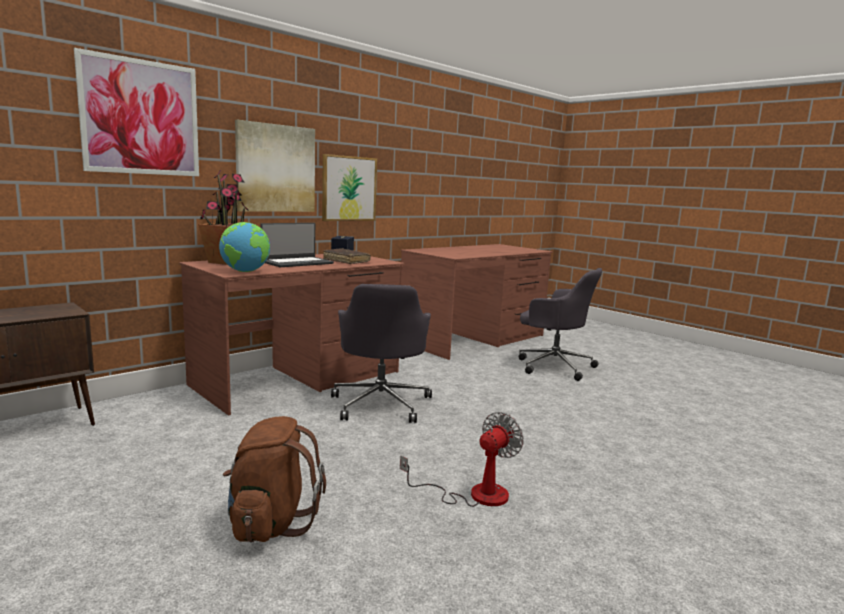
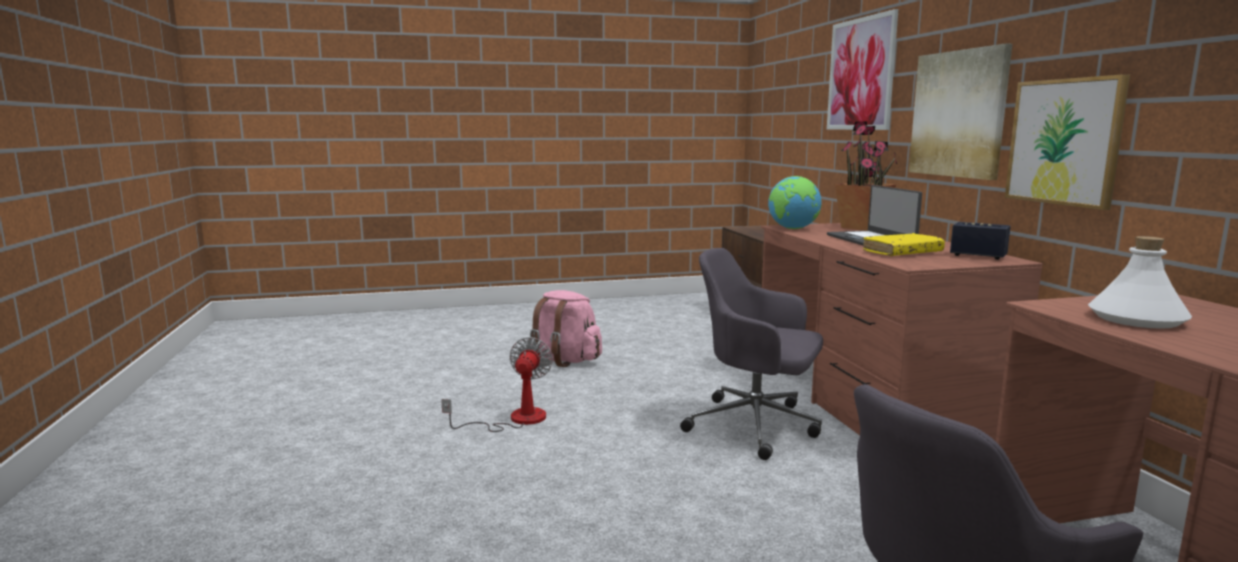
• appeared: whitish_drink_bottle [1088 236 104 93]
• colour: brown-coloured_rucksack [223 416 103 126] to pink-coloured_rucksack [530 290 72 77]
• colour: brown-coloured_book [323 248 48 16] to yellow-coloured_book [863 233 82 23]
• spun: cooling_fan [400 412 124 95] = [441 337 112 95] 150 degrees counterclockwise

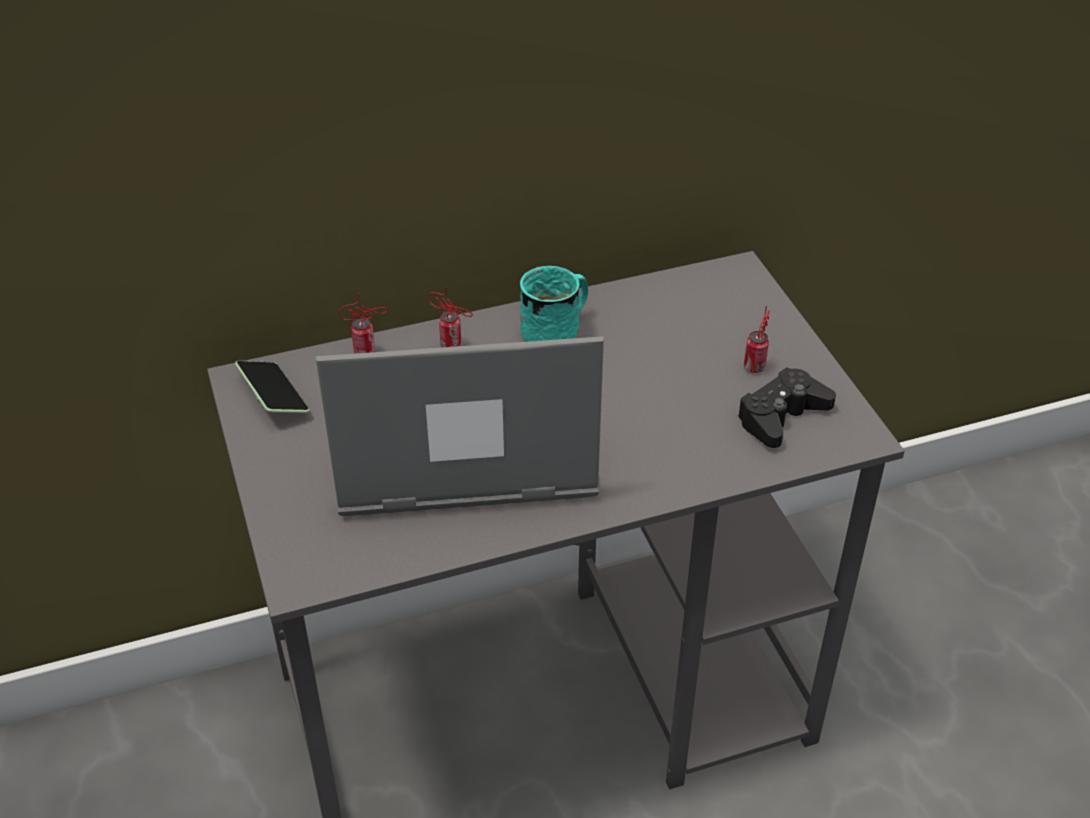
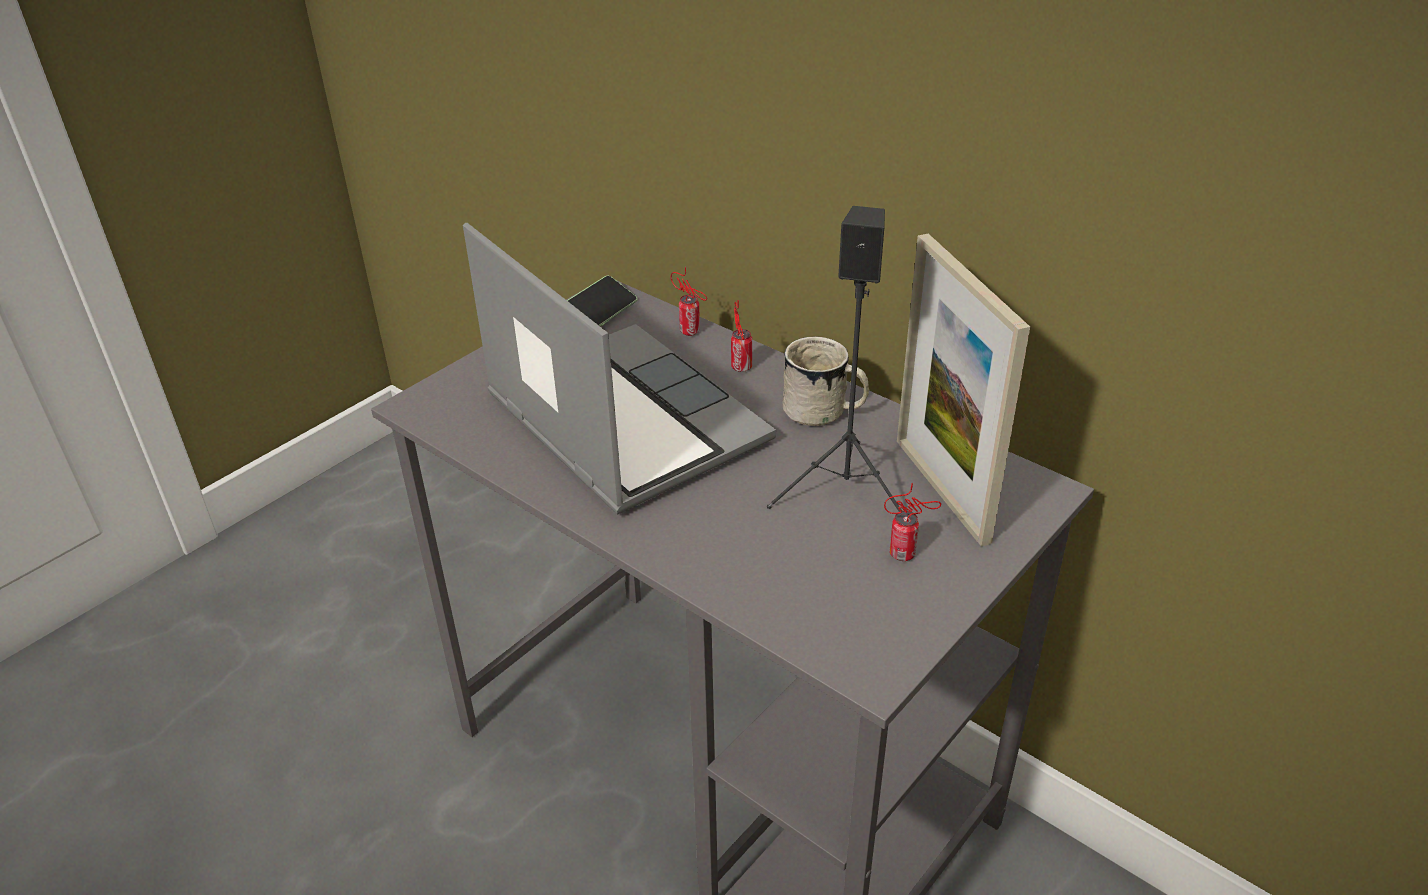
• missing: black-coloured_game_controller [737 367 99 81]
• appeared: black-coloured_speaker [767 206 135 306]
• appeared: photo_frame [897 233 133 314]
• colour: blue-green_mug [519 266 69 76] to whitish_mug [782 336 87 90]

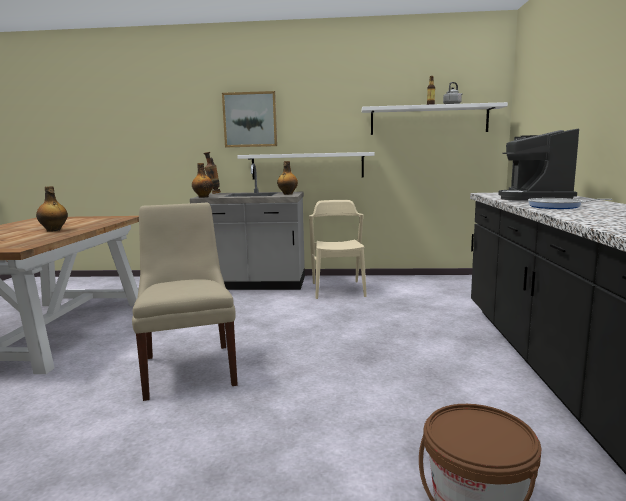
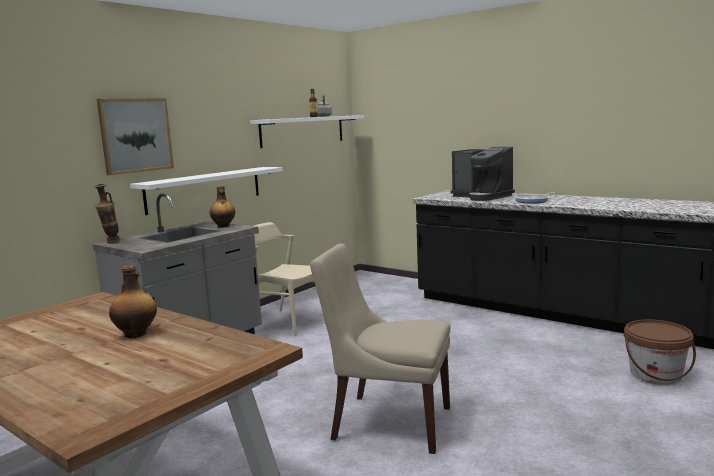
• missing: drink_bottle [192 163 21 35]

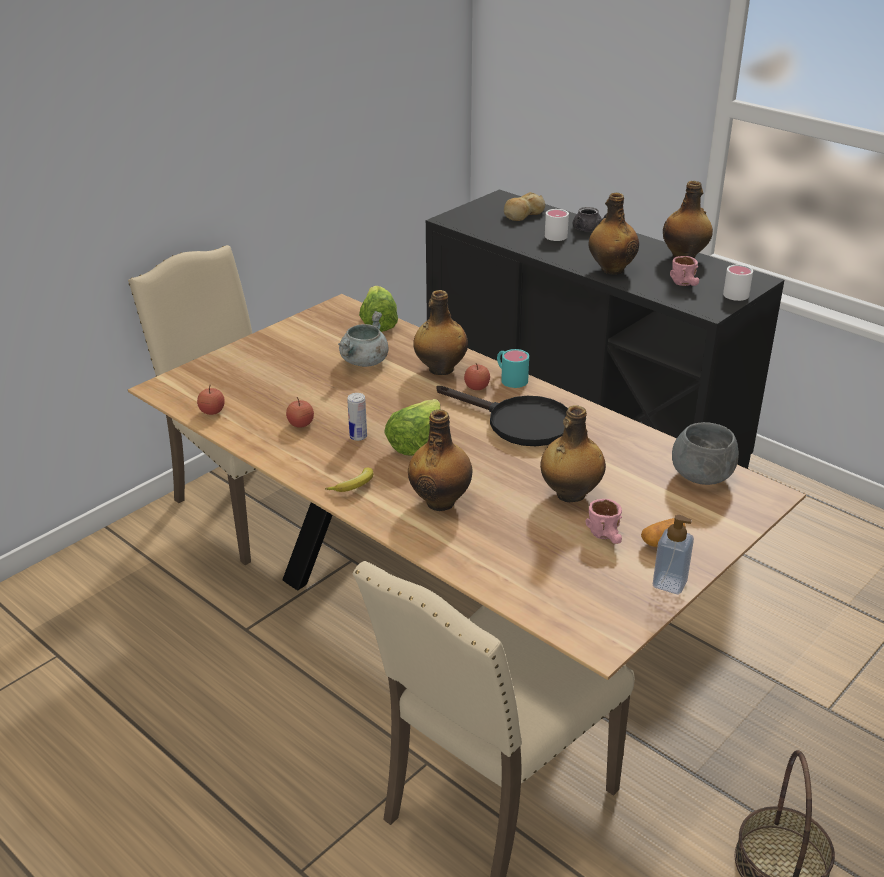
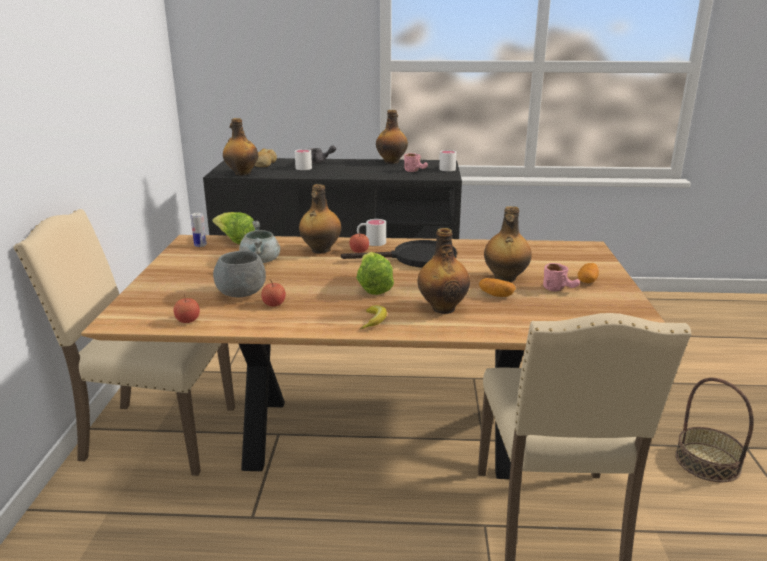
• missing: soap_dispenser [653 515 41 79]
• appeared: potato [479 278 37 19]
• relocated: can [347 393 20 48] to [191 213 16 34]
• relocated: drink_bottle [589 193 50 82] to [223 118 35 58]
• relocated: gray_bowl [672 422 67 63] to [213 251 53 46]
• colour: blue-green_mug [497 349 32 39] to whitish_mug [357 219 29 27]

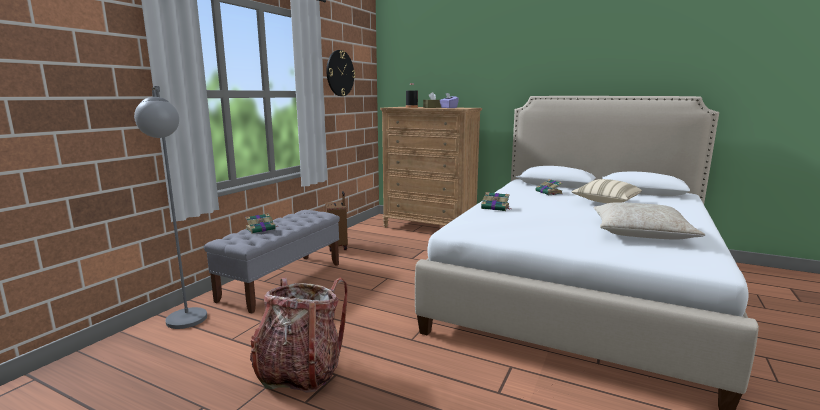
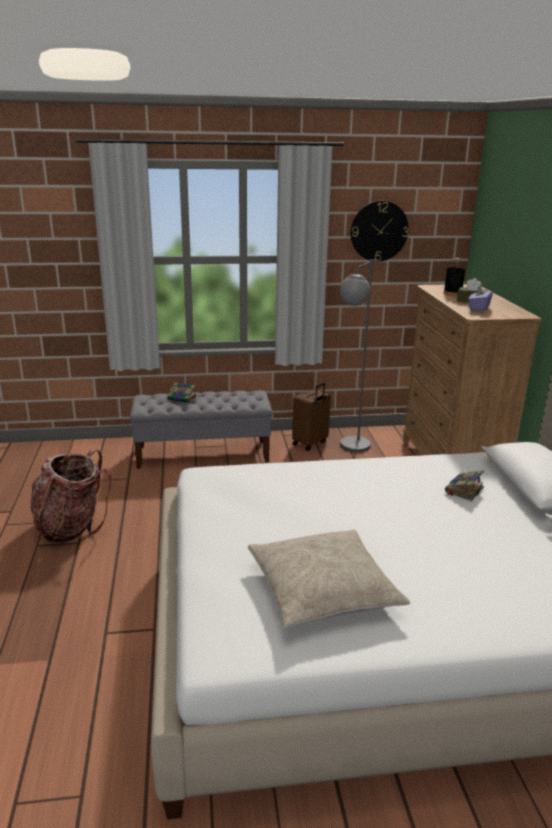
• missing: book [481 192 30 19]
• missing: beige-coloured_cushion [572 179 70 24]
• relocated: gray_floor_lamp [134 86 73 243] to [340 259 37 193]

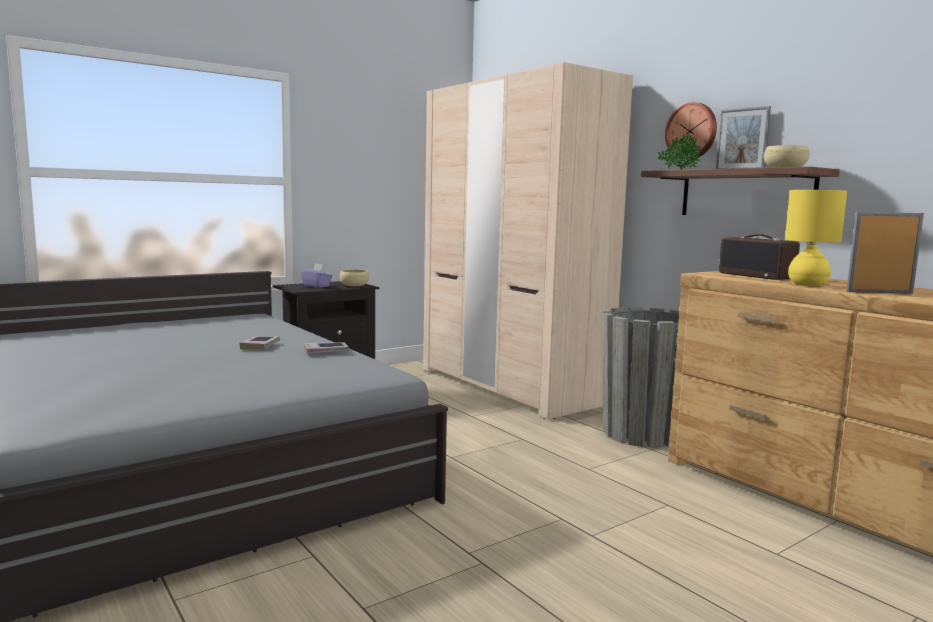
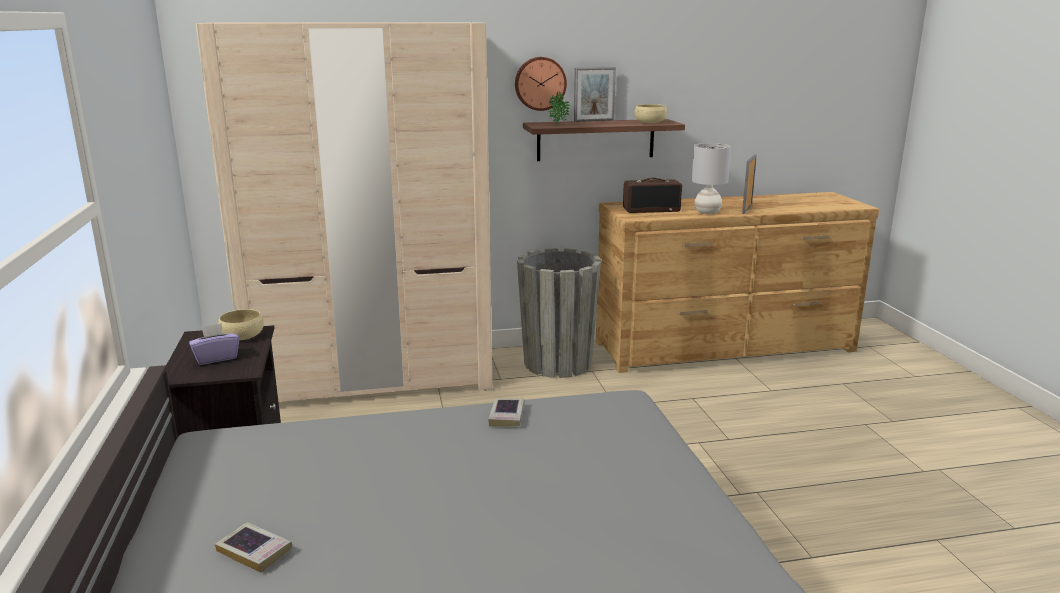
• relocated: book [240 336 40 14] to [215 522 77 51]
• colour: yellow-coloured_tabletop_lamp [785 190 62 96] to gray_tabletop_lamp [692 143 39 71]

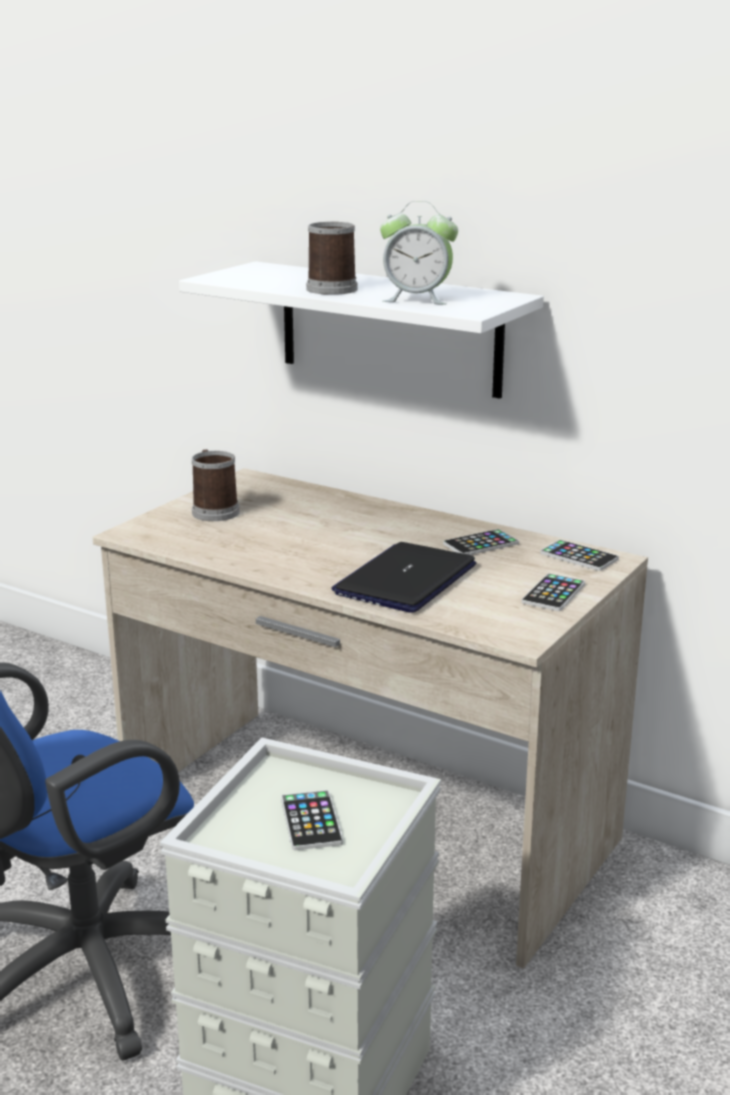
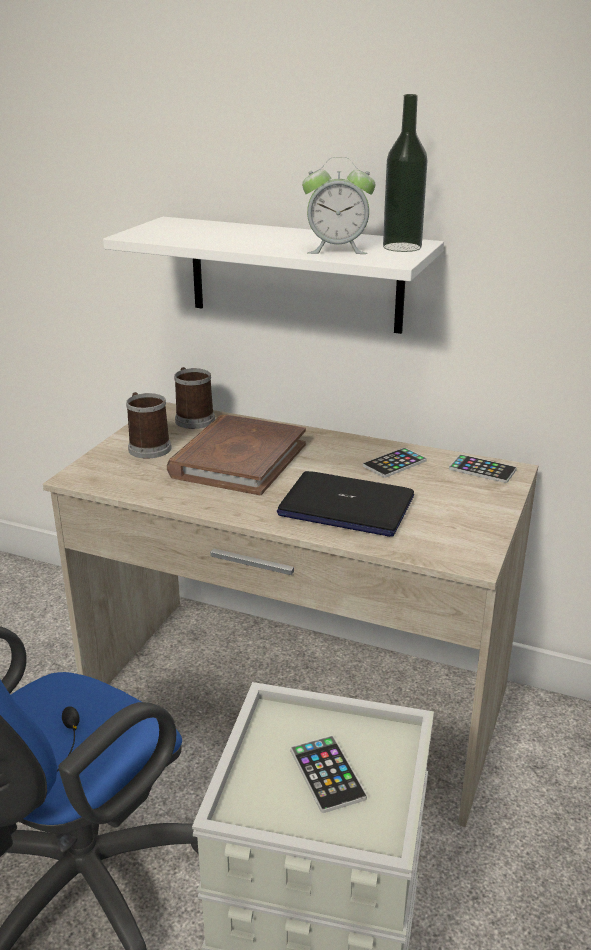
• missing: handset [521 573 64 38]
• appeared: brown-coloured_book [166 415 140 80]
• appeared: drink_bottle [383 94 44 158]
• relocated: mug [306 222 52 73] to [174 367 41 62]
• spun: laptop [332 542 144 71] = [277 471 137 66] 90 degrees counterclockwise

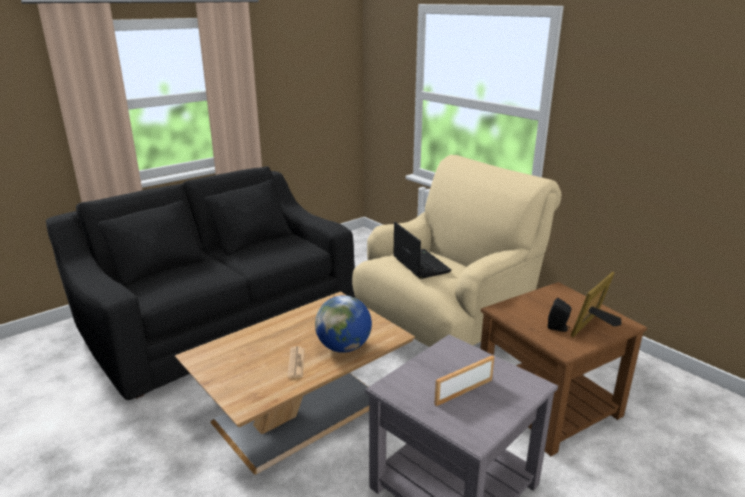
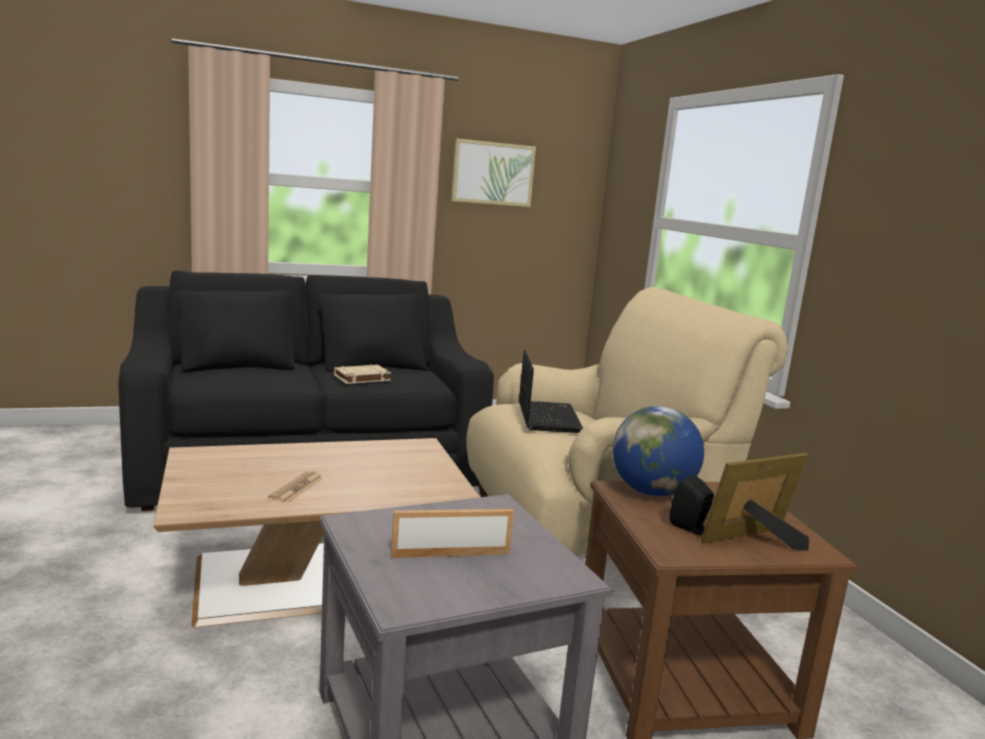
• appeared: beige-coloured_book [334 365 57 19]
• appeared: wall_art [451 138 85 69]
• relocated: globe [315 295 57 58] to [612 406 92 90]

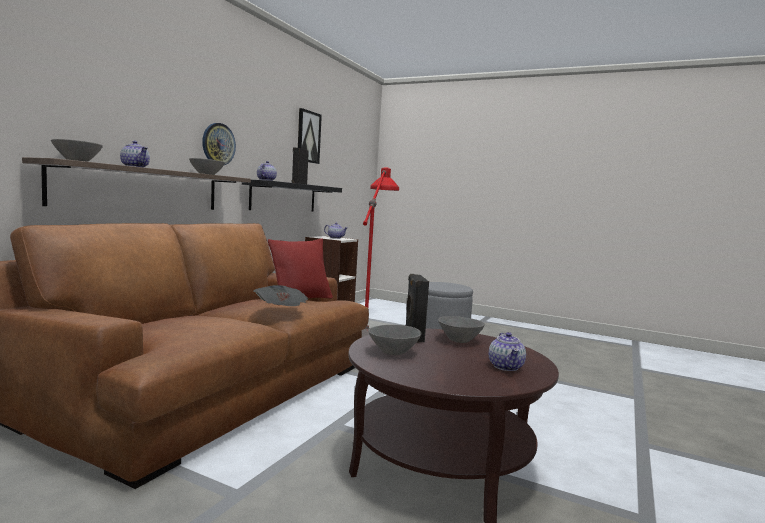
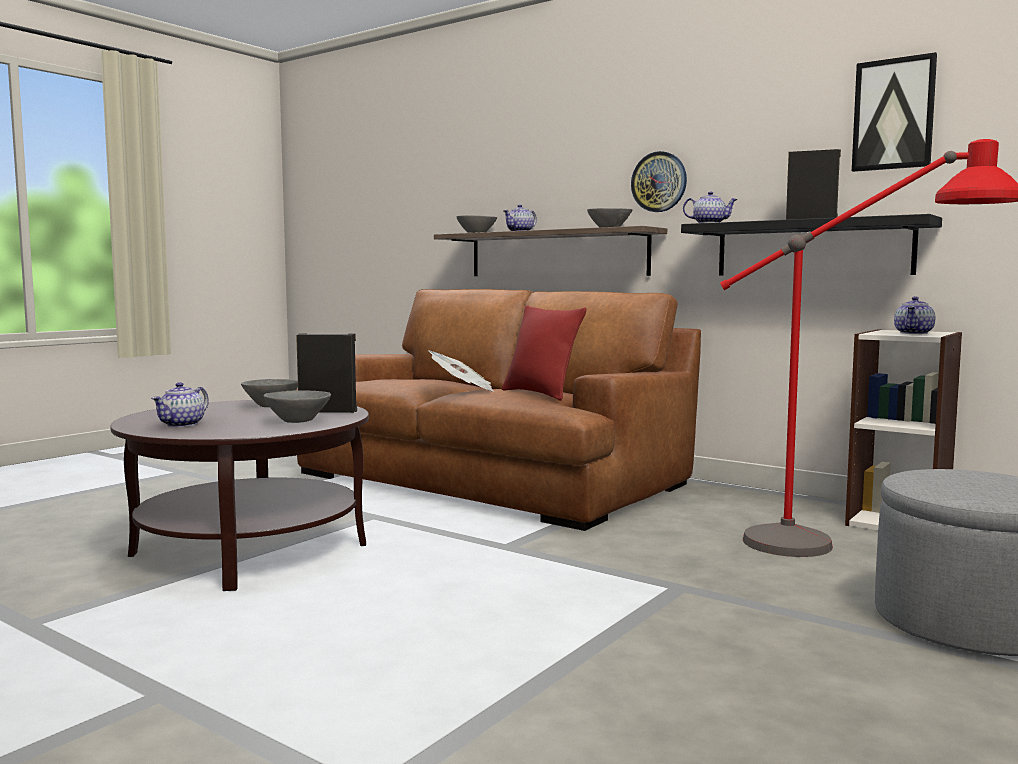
• spun: teapot [489 332 37 39] = [151 382 58 45] 75 degrees counterclockwise

